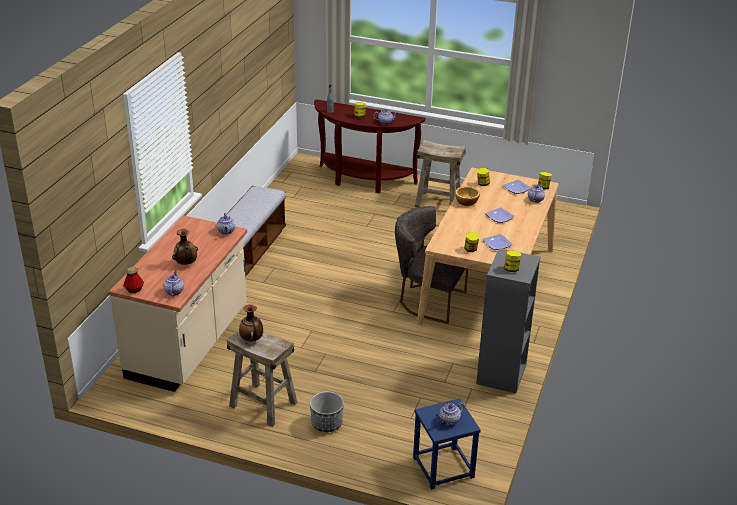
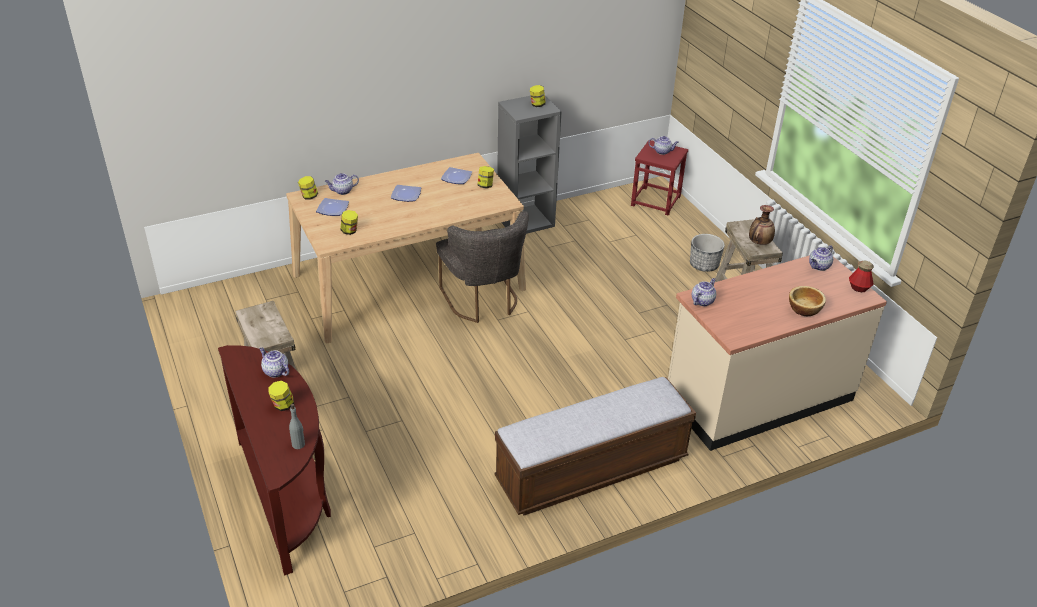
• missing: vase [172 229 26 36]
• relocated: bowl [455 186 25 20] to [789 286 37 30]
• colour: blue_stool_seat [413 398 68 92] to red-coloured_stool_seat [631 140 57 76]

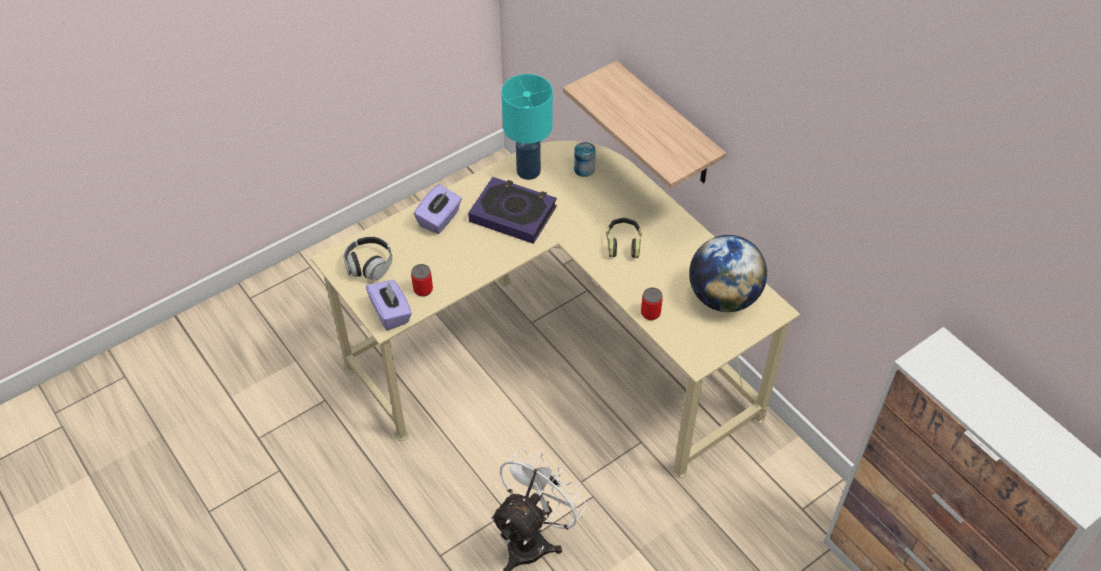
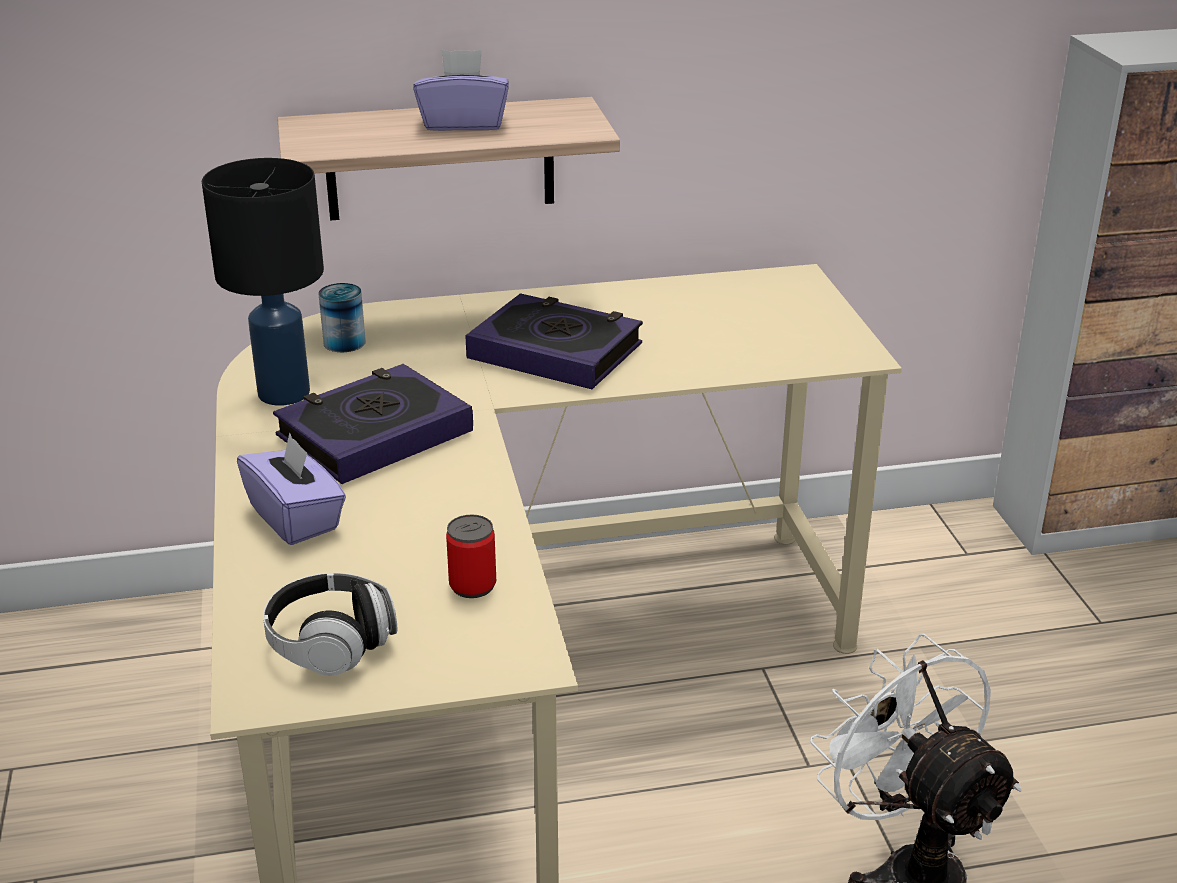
• missing: can [641 288 22 32]
• missing: globe [689 235 78 77]
• relocated: purple-coloured_tissue_box [366 280 46 51] to [413 50 96 81]
• exchanged: pair_of_headphones [606 218 36 41] to book [465 293 178 96]
• colour: blue-green_tabletop_lamp [501 74 52 106] to black-coloured_tabletop_lamp [202 158 122 248]

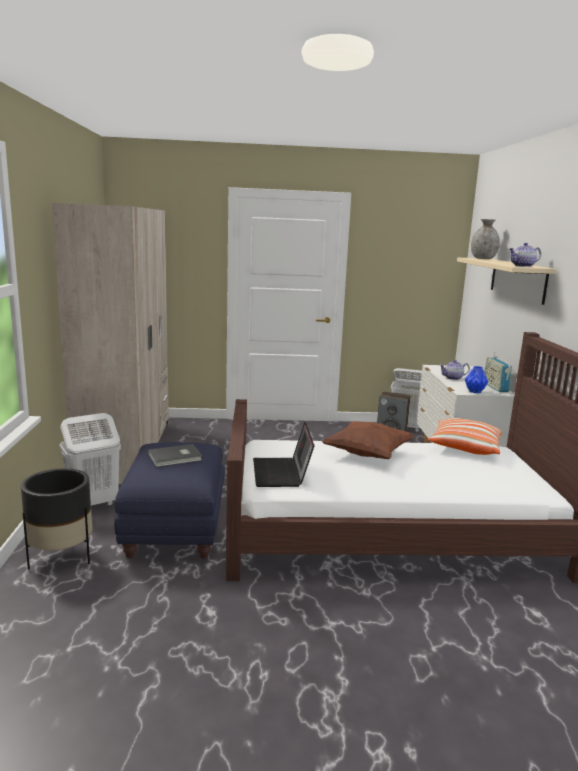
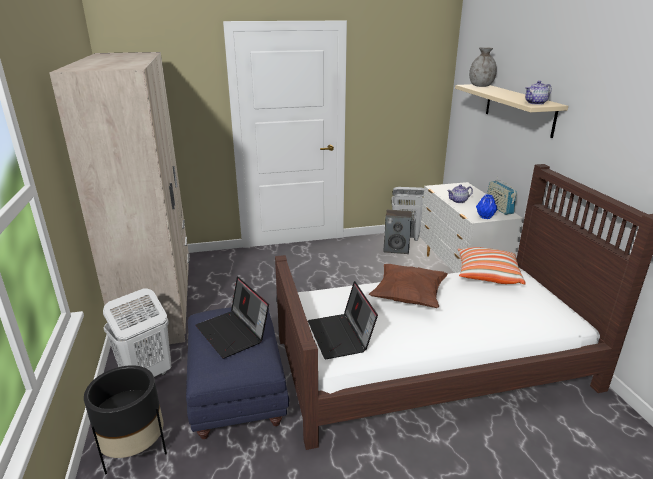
• exchanged: gray_book [148 444 54 23] to laptop [195 277 74 81]

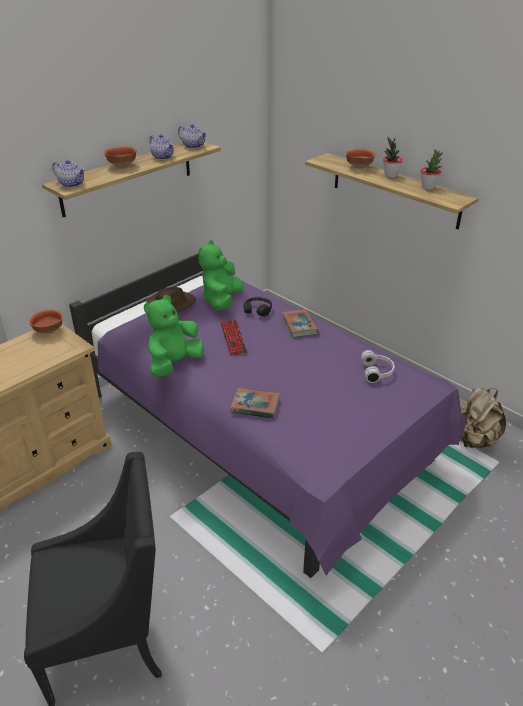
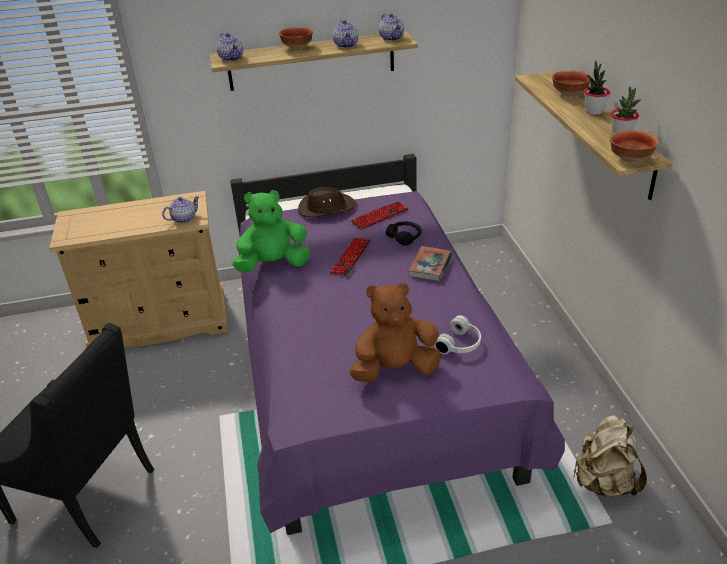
• missing: book [230 388 50 31]
• appeared: teapot [162 196 38 27]
• appeared: brown-coloured_cuddly_toy [349 282 92 101]
• relocated: bowl [28 309 35 25] to [609 130 50 33]
• exchanged: green-coloured_cuddly_toy [198 240 46 70] to PC_keyboard [350 201 58 29]

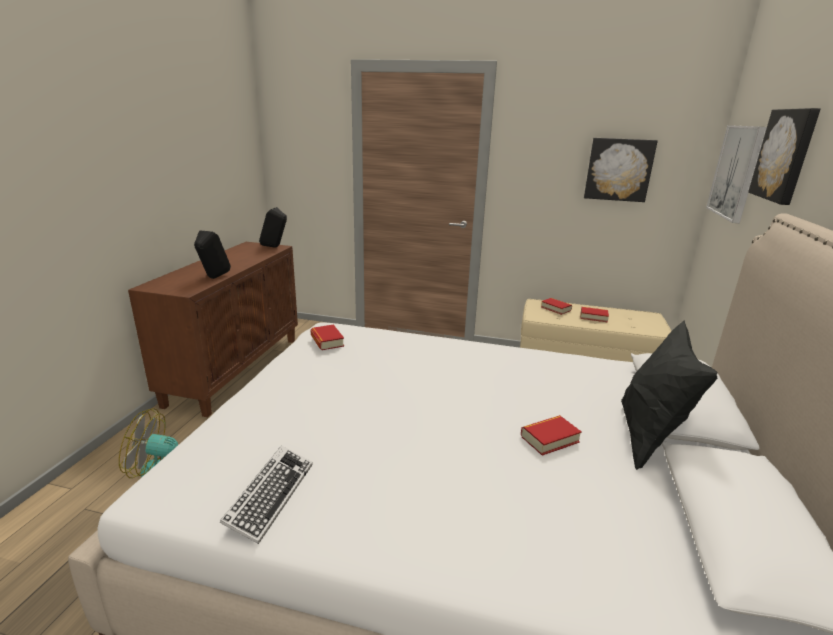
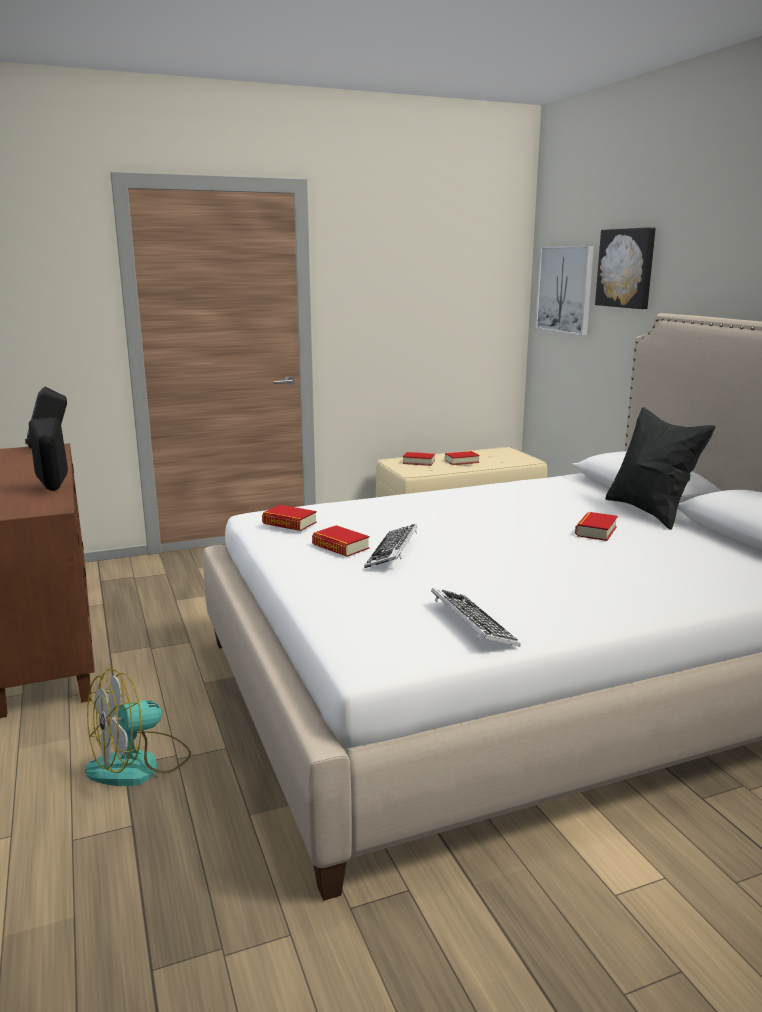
• missing: wall_art [584 138 74 64]
• appeared: book [312 525 57 32]
• appeared: PC_keyboard [364 524 53 44]

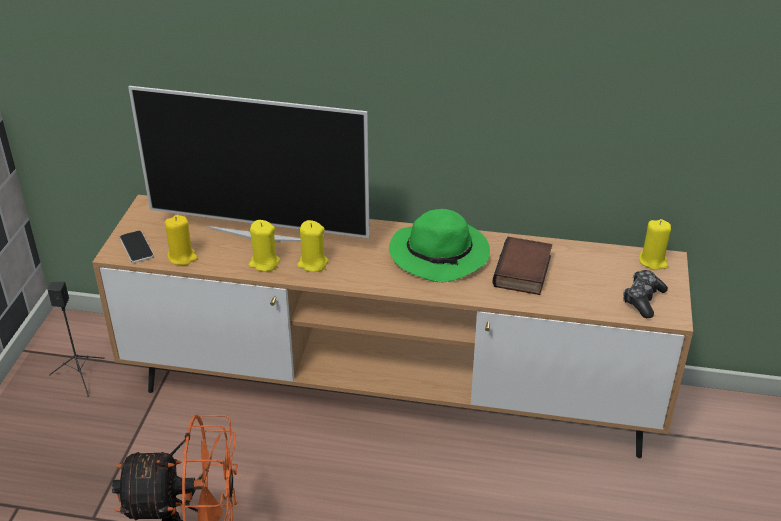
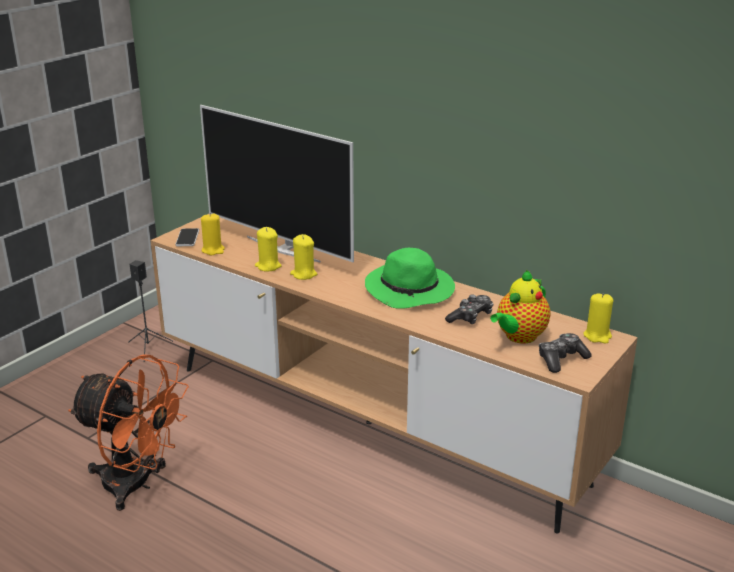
• appeared: teapot [490 270 60 74]
• exchanged: book [492 237 60 58] to game_controller [445 294 49 30]

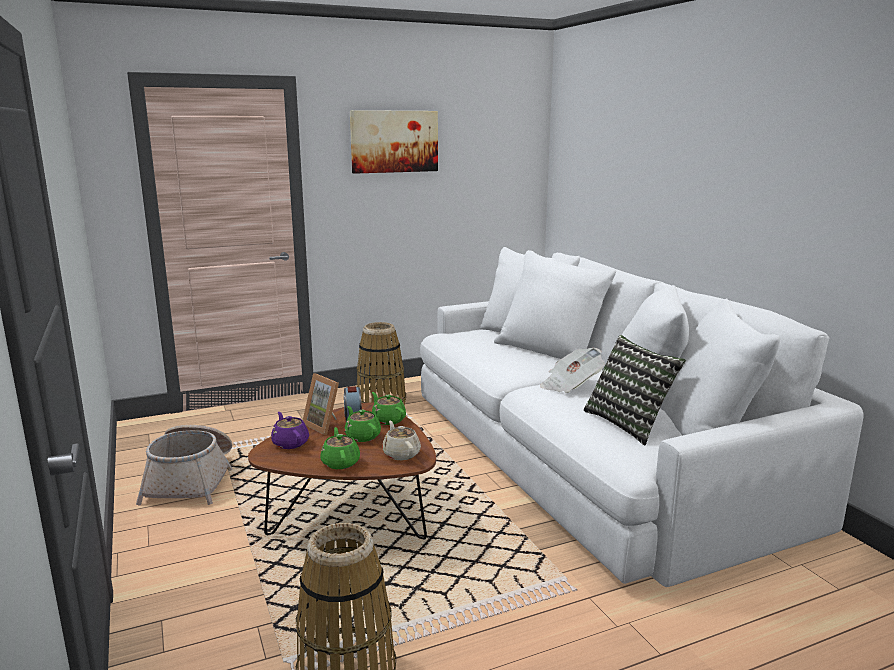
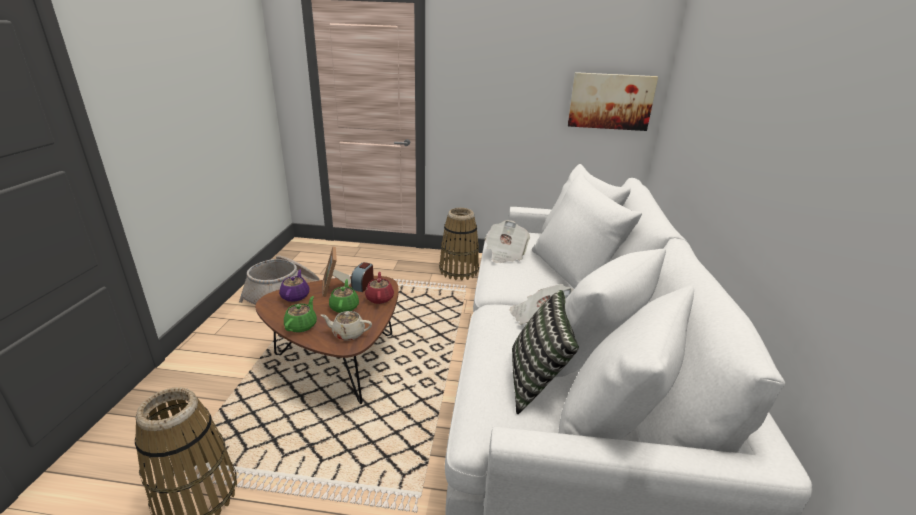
• appeared: newspaper [485 220 45 43]
• relocated: wall_art [350 110 88 64] to [568 72 90 59]
• colour: green-coloured_teapot [372 392 34 33] to red-coloured_teapot [365 272 29 32]
• spun: beige-coloured_teapot [382 421 39 39] = [321 311 51 30] 90 degrees counterclockwise

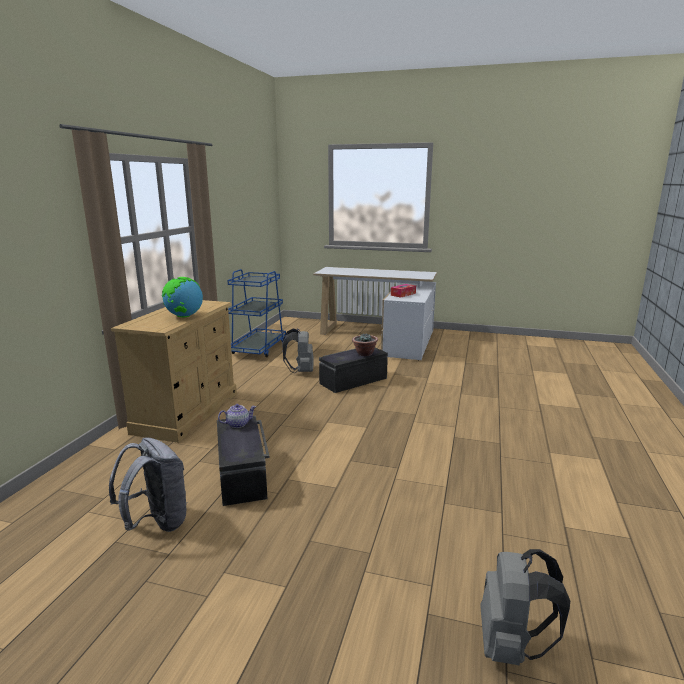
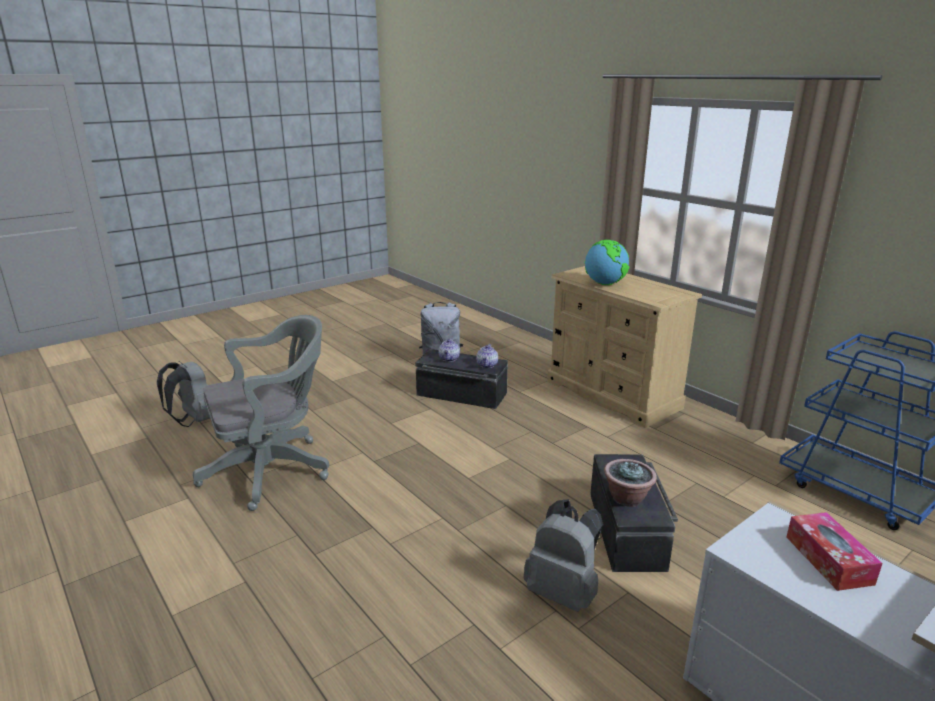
• appeared: gray_office_chair [193 315 136 196]
• appeared: teapot [438 338 22 24]
• relocated: gray_rucksack [282 328 32 46] to [523 499 80 113]

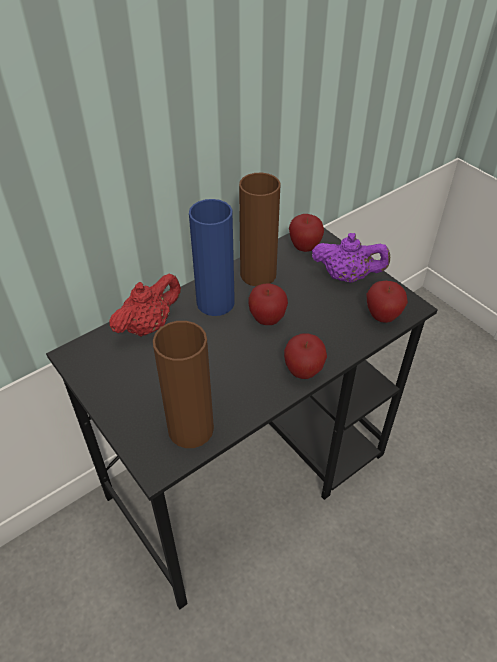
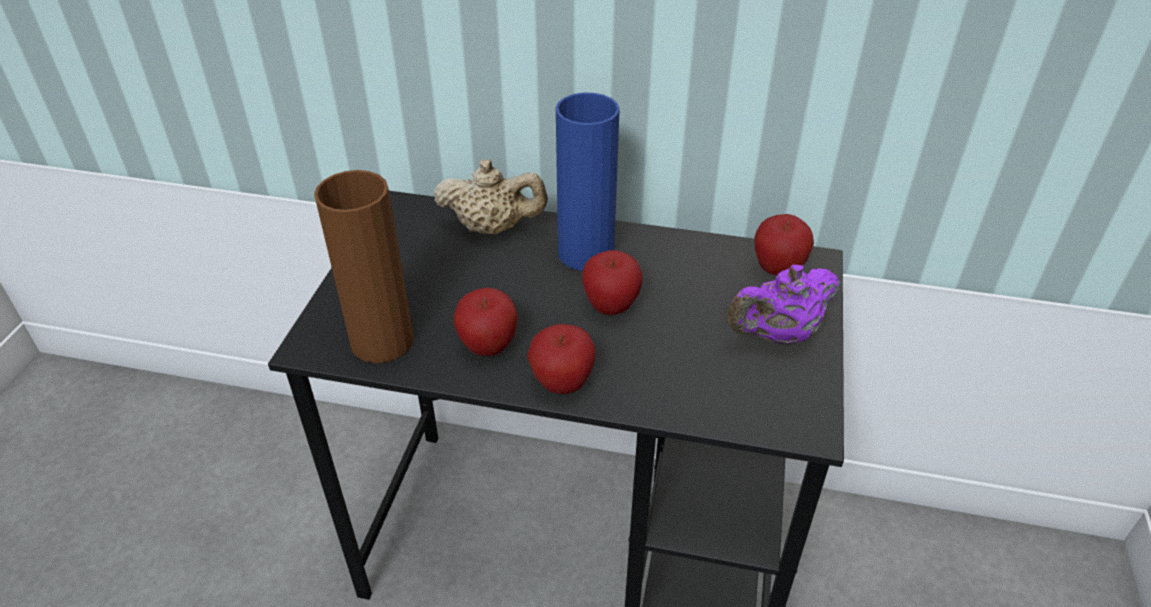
• missing: brown-coloured_vase [239 173 42 113]
• relocated: apple_fruit [366 281 42 42] to [453 288 65 68]
• colour: red-coloured_teapot [109 273 72 64] to beige-coloured_teapot [434 159 114 75]
• spun: purple-coloured_teapot [312 233 78 50] = [727 265 113 80] 90 degrees clockwise

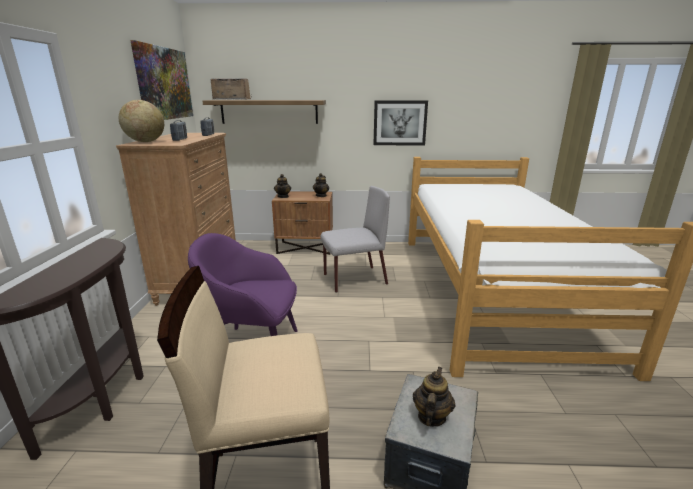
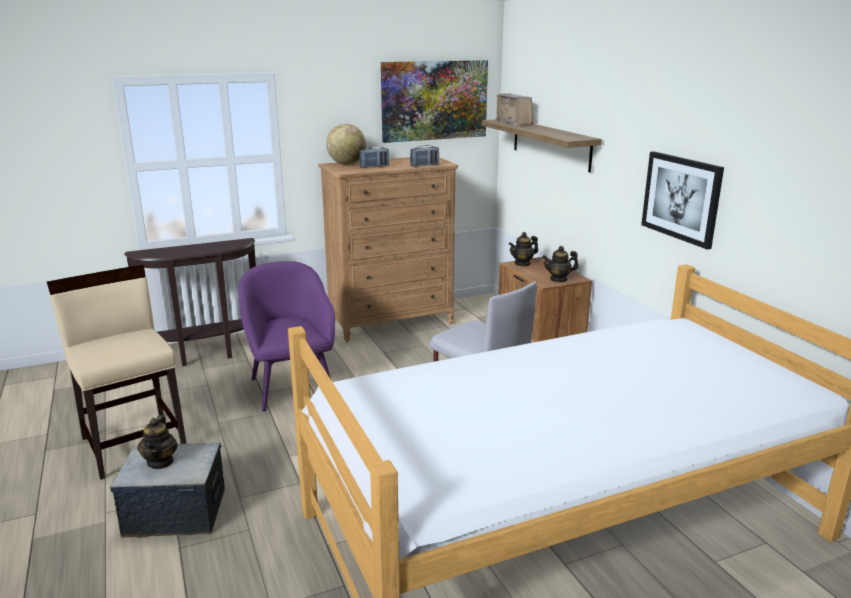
• spun: teapot [413 367 42 60] = [138 415 40 54] 90 degrees clockwise

